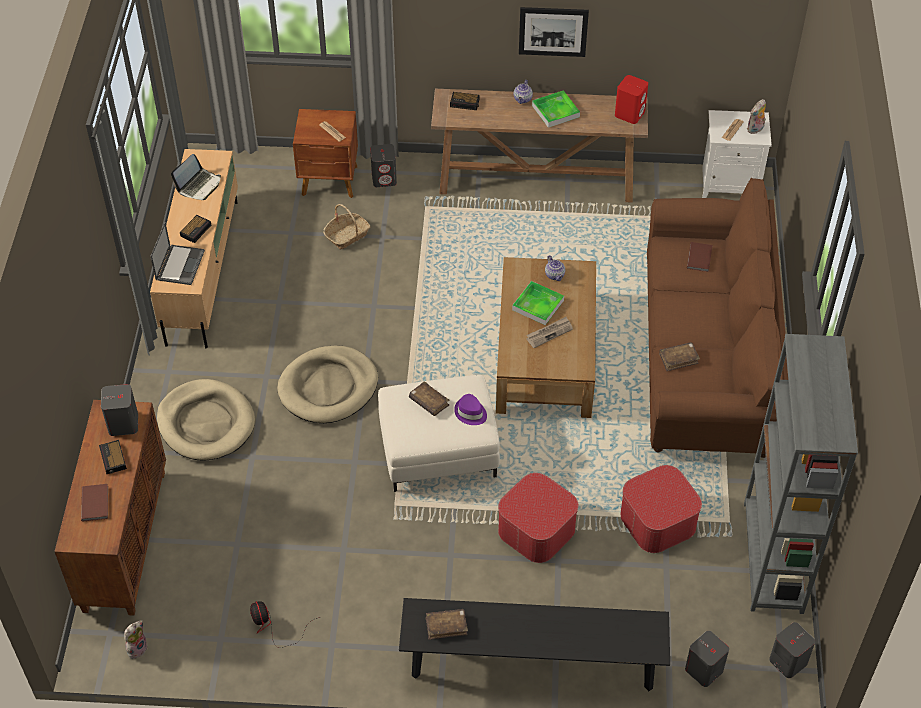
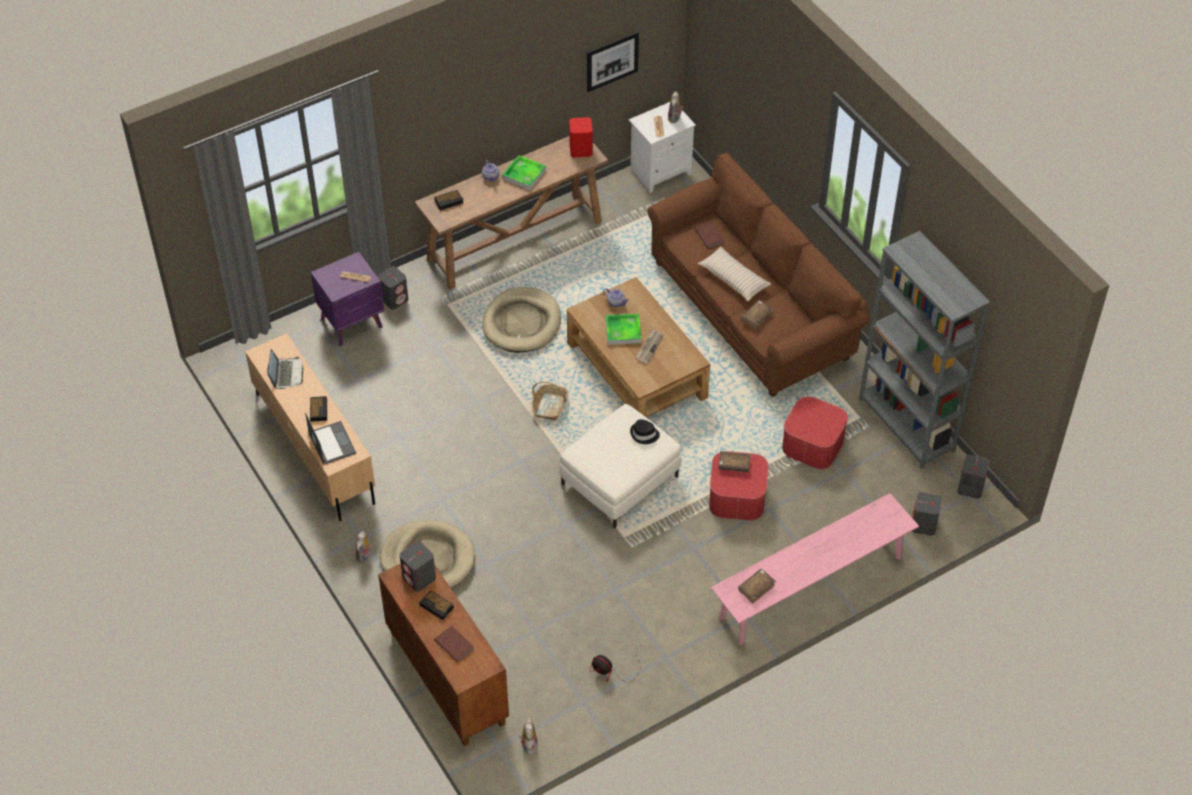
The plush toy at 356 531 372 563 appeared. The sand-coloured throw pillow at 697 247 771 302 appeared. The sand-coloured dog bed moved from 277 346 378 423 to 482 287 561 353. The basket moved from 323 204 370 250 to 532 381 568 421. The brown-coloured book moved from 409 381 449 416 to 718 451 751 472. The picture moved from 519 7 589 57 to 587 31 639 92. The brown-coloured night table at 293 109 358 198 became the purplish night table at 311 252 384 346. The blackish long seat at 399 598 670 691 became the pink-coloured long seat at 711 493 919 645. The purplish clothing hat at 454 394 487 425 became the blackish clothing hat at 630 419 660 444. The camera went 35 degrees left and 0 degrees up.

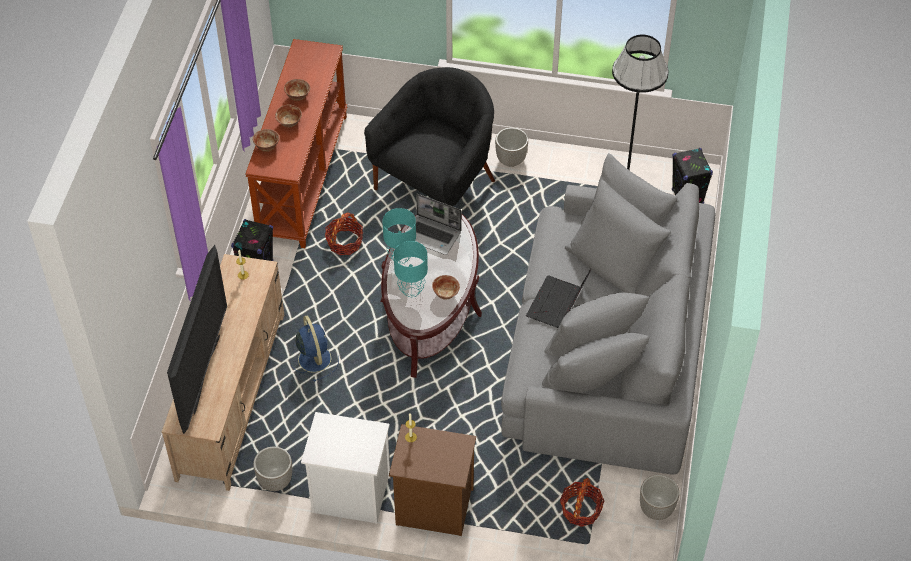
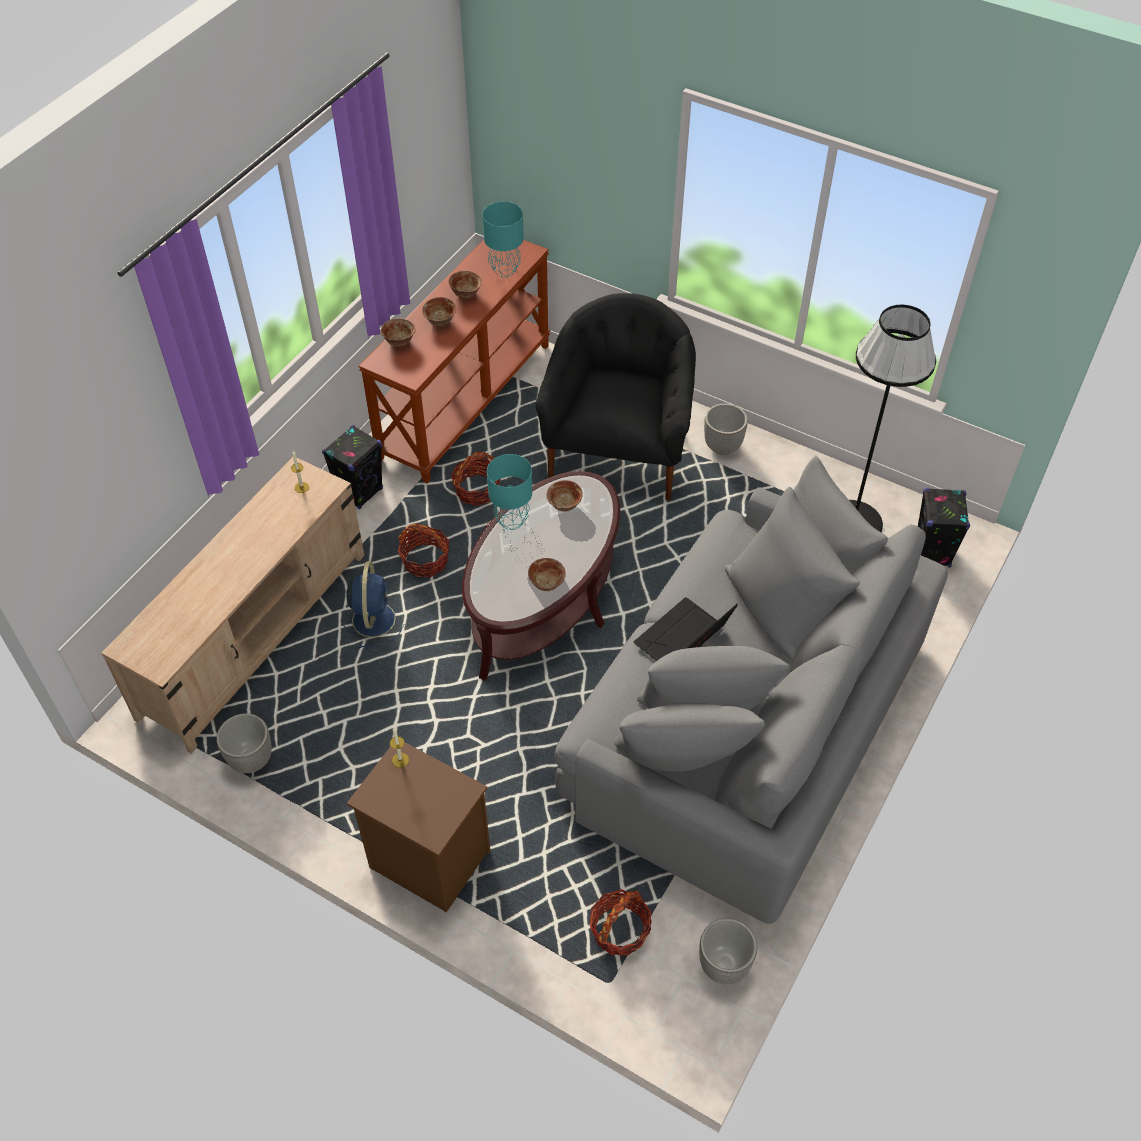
The TV at 167 245 227 434 disappeared. The white night table at 301 412 390 524 disappeared. The basket at 398 523 449 577 appeared. The turquoise-coloured lamp for a table moved from 394 241 428 297 to 482 202 524 277. The notebook computer at 406 194 462 255 was replaced by the serving bowl at 546 480 583 512. The blackish armchair at 364 67 495 206 turned 45 degrees counterclockwise. The camera went 20 degrees right and 0 degrees up.

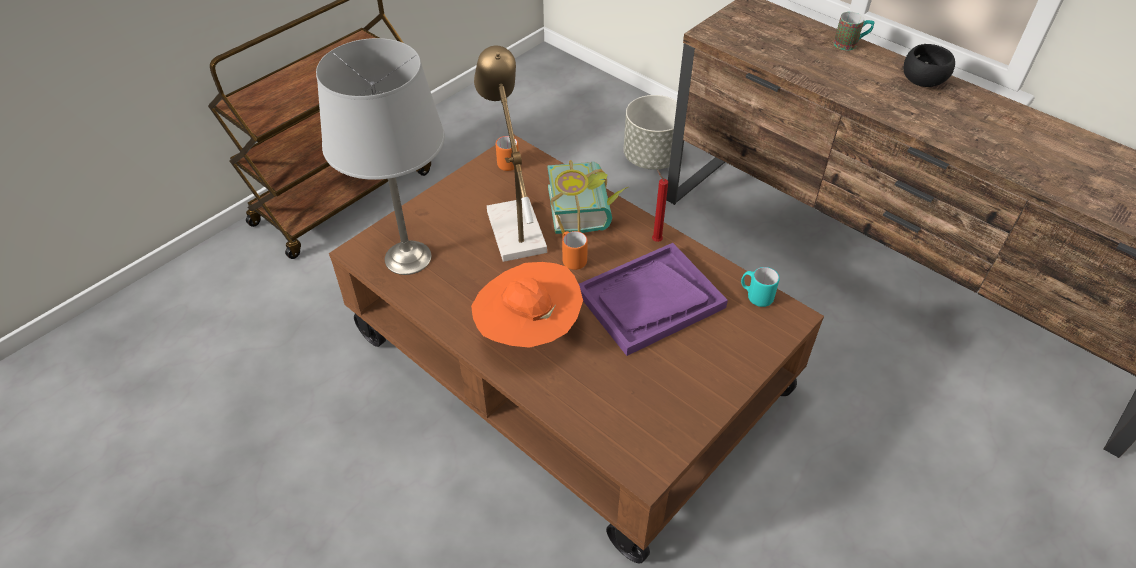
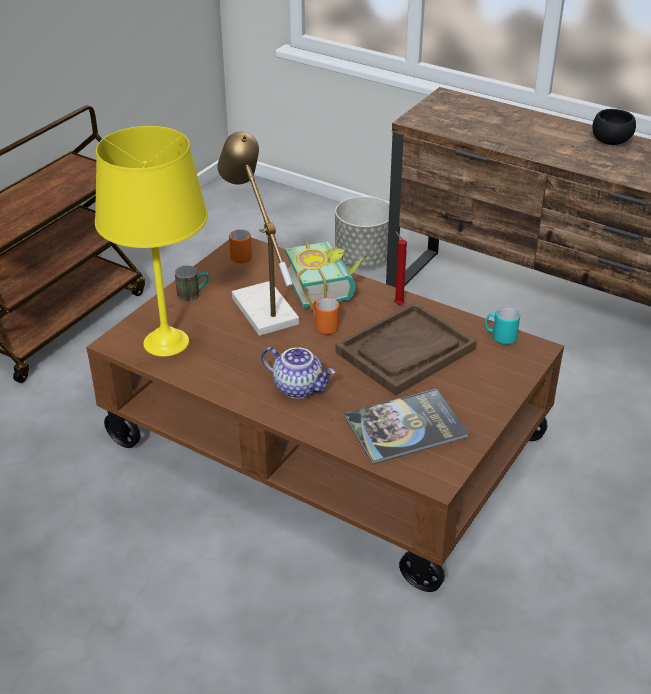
The book at 345 388 469 465 appeared. The coffee mug moved from 834 12 875 50 to 175 266 209 302. The orange clothing hat at 471 262 583 348 was replaced by the pot for tea at 261 347 335 398. The grey lamp for a table at 316 38 445 275 became the yellow lamp for a table at 95 126 208 357. The purplish carrying tray at 579 243 728 356 became the brown-coloured carrying tray at 335 302 477 396. The camera went 10 degrees left and 10 degrees down.

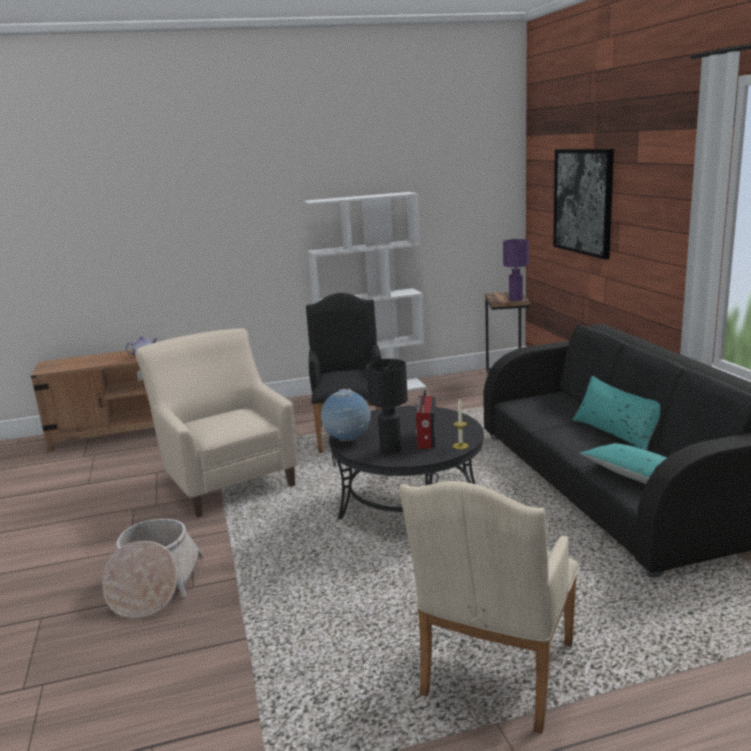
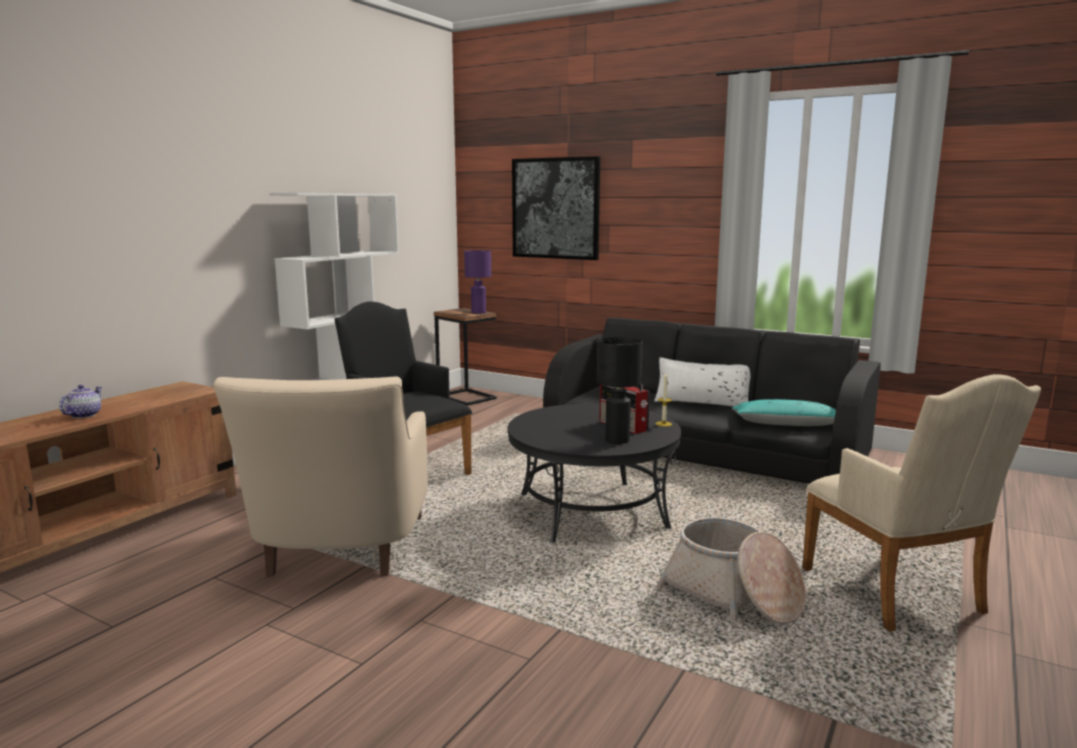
The world globe at 321 389 371 441 disappeared. The basket moved from 102 519 204 619 to 657 517 807 624. The turquoise-coloured throw pillow at 573 376 660 450 became the white throw pillow at 654 357 751 407. The sand-coloured armchair at 135 328 299 518 turned 105 degrees counterclockwise. The camera went 45 degrees left and 5 degrees down.

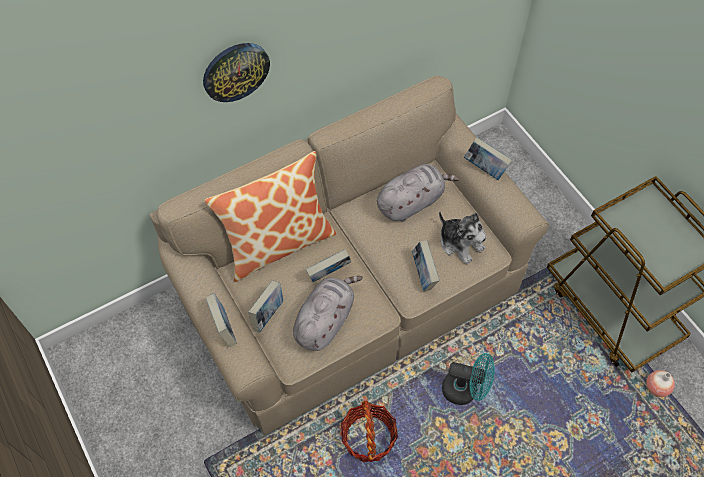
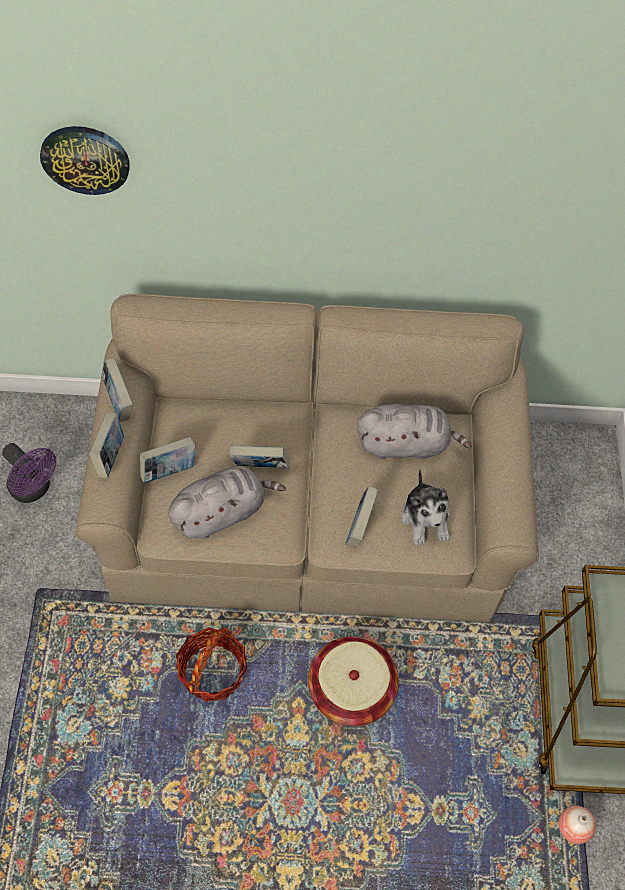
The throw pillow at 205 151 336 282 disappeared. The purplish electric fan at 2 443 56 503 appeared. The clock on the wall moved from 203 43 270 102 to 40 126 130 195. The book moved from 464 137 512 180 to 102 358 133 422. The turquoise-coloured electric fan at 442 353 495 405 was replaced by the basket at 308 636 399 726. The camera went 30 degrees right and 0 degrees up.

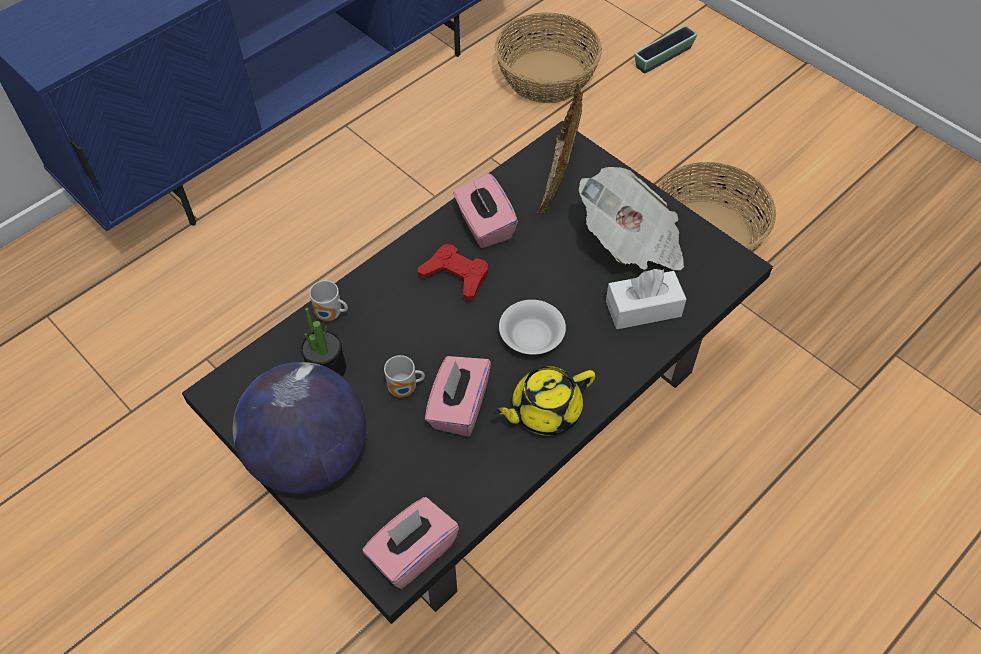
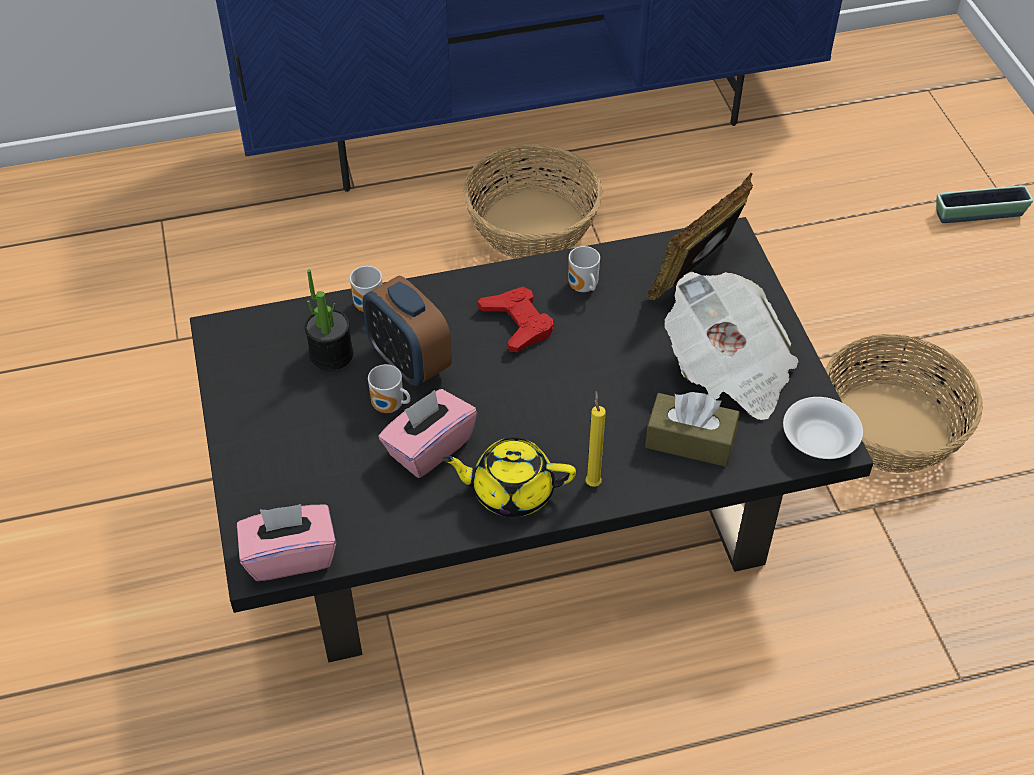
The world globe at 233 362 366 494 disappeared. The table clock at 362 275 452 386 appeared. The yellow wax candle at 585 391 606 487 appeared. The basket moved from 494 12 602 103 to 463 144 602 259. The white serving bowl moved from 499 300 566 355 to 783 397 863 459. The pink-coloured tissue holder at 453 173 518 248 was replaced by the coffee mug at 568 246 600 292. The white tissue holder at 606 269 686 329 became the brown-coloured tissue holder at 645 392 740 467. The camera went 30 degrees right and 5 degrees down.

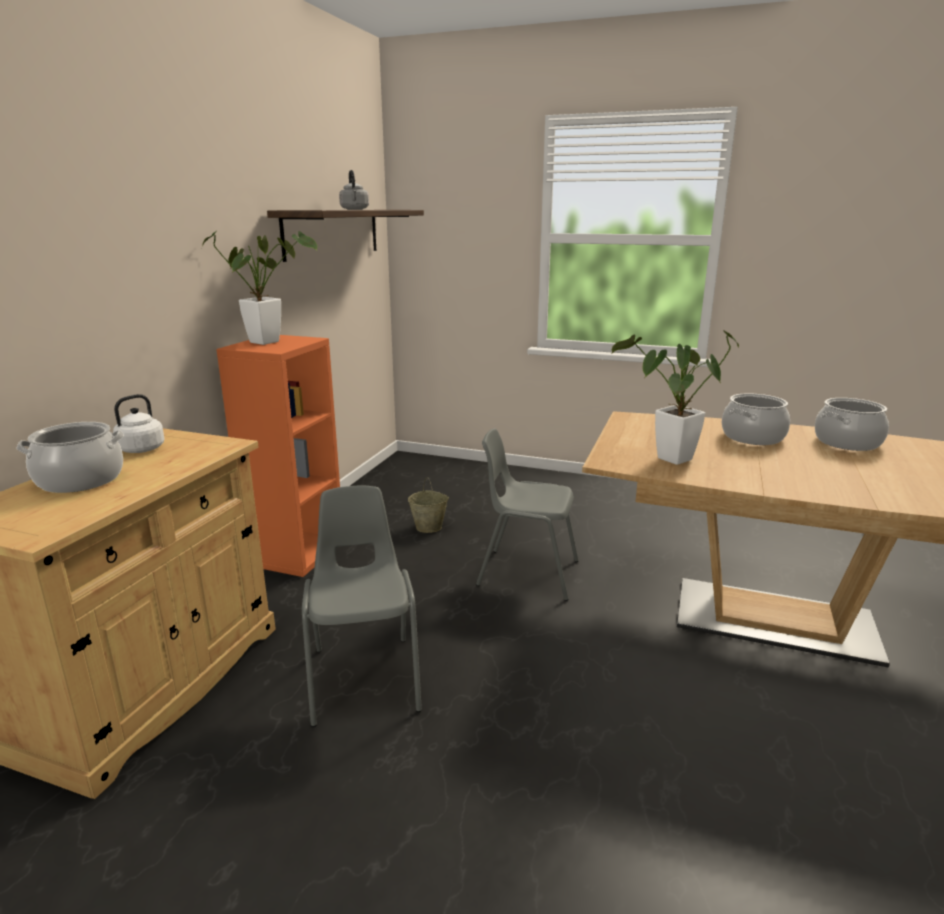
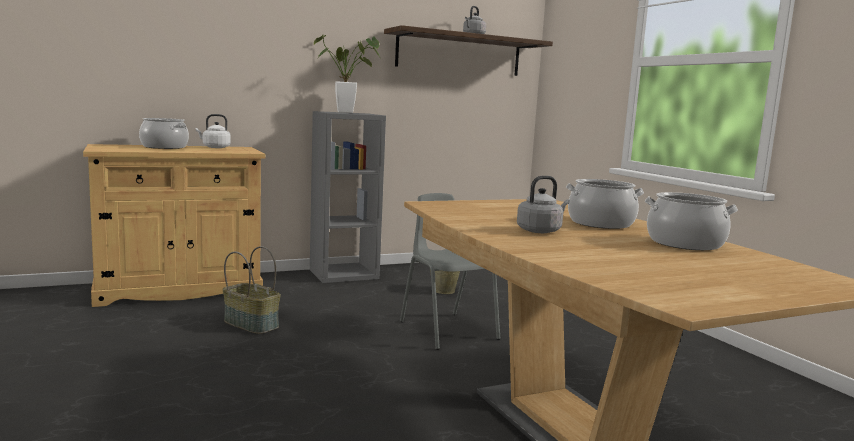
The potted plant at 612 330 739 465 disappeared. The grey water kettle at 517 176 570 233 appeared. The grey chair at 302 486 422 727 was replaced by the basket at 223 246 281 334. The orange bookshelf at 216 335 340 577 became the grey bookshelf at 310 111 386 283. The camera went 45 degrees right and 10 degrees down.

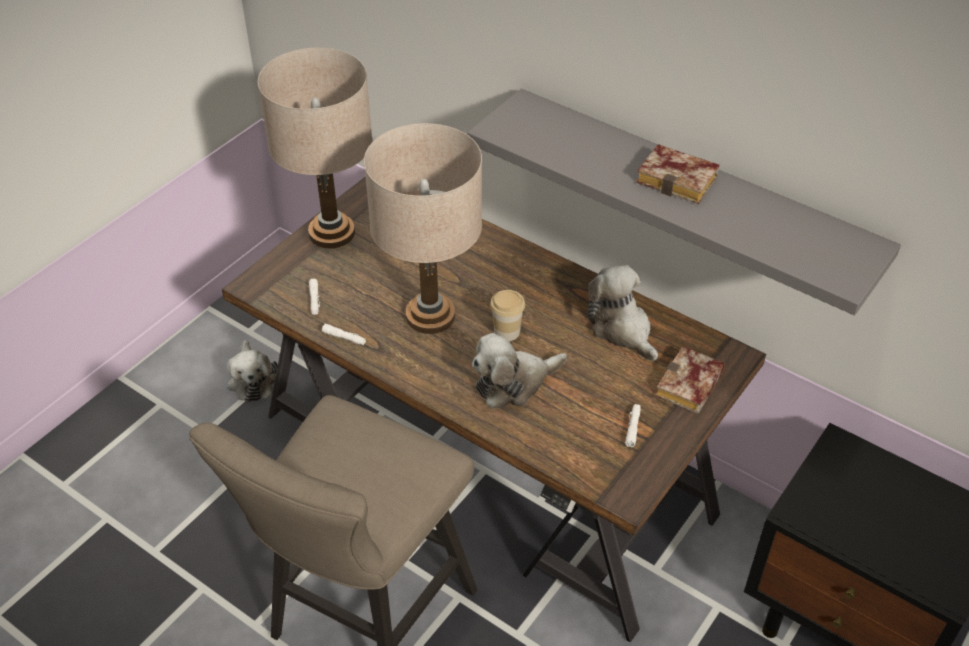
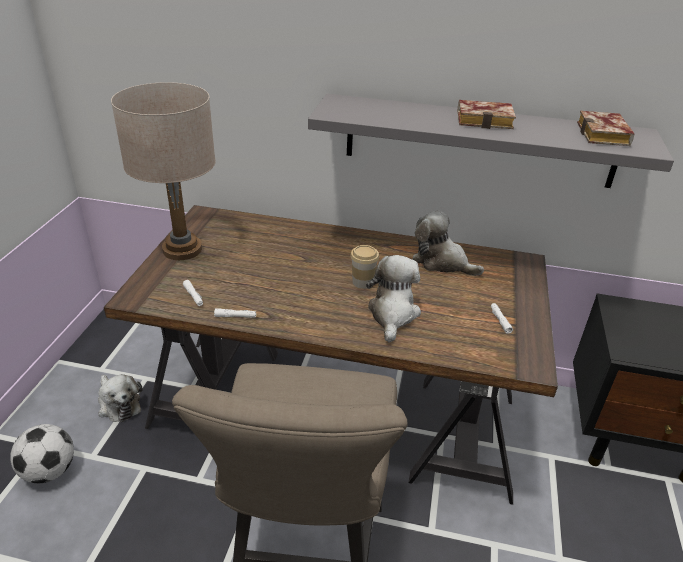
The sand-coloured lamp for a table at 364 123 482 334 disappeared. The ball for football at 10 424 74 483 appeared. The book moved from 656 346 725 414 to 577 111 635 146. The plush toy at 472 333 567 409 turned 150 degrees clockwise. The camera went 25 degrees left and 10 degrees down.

